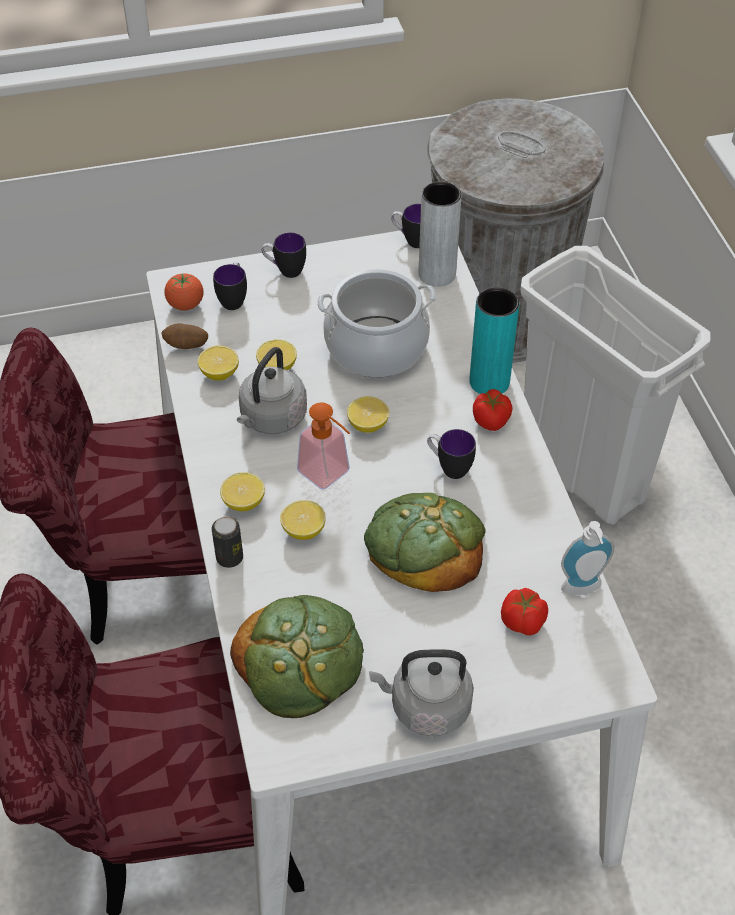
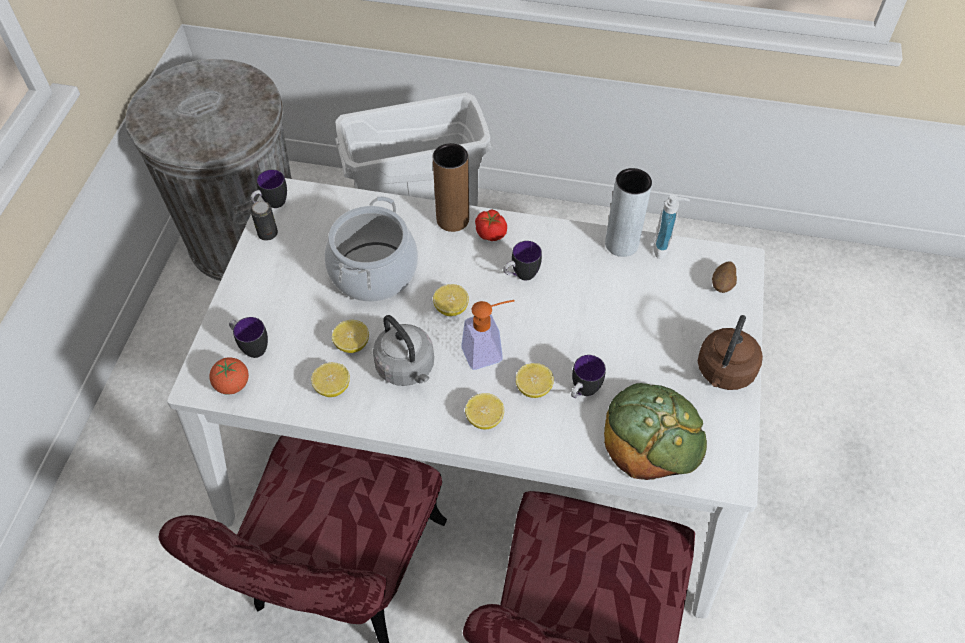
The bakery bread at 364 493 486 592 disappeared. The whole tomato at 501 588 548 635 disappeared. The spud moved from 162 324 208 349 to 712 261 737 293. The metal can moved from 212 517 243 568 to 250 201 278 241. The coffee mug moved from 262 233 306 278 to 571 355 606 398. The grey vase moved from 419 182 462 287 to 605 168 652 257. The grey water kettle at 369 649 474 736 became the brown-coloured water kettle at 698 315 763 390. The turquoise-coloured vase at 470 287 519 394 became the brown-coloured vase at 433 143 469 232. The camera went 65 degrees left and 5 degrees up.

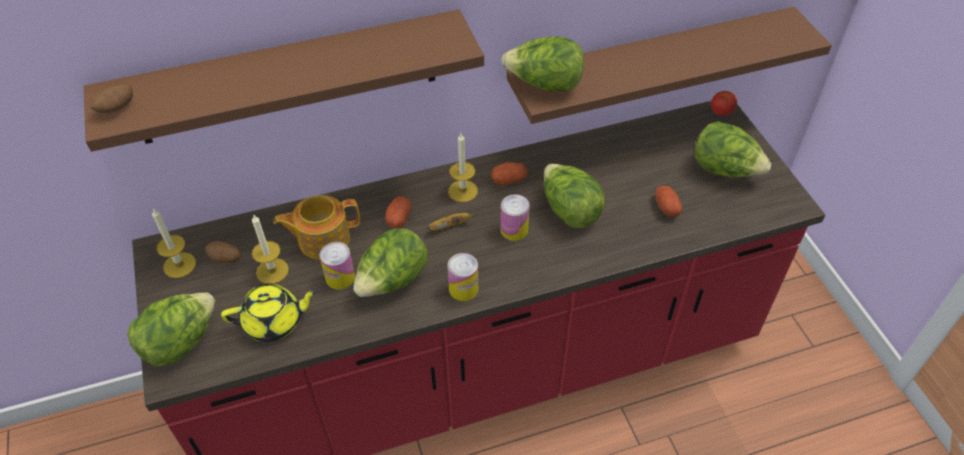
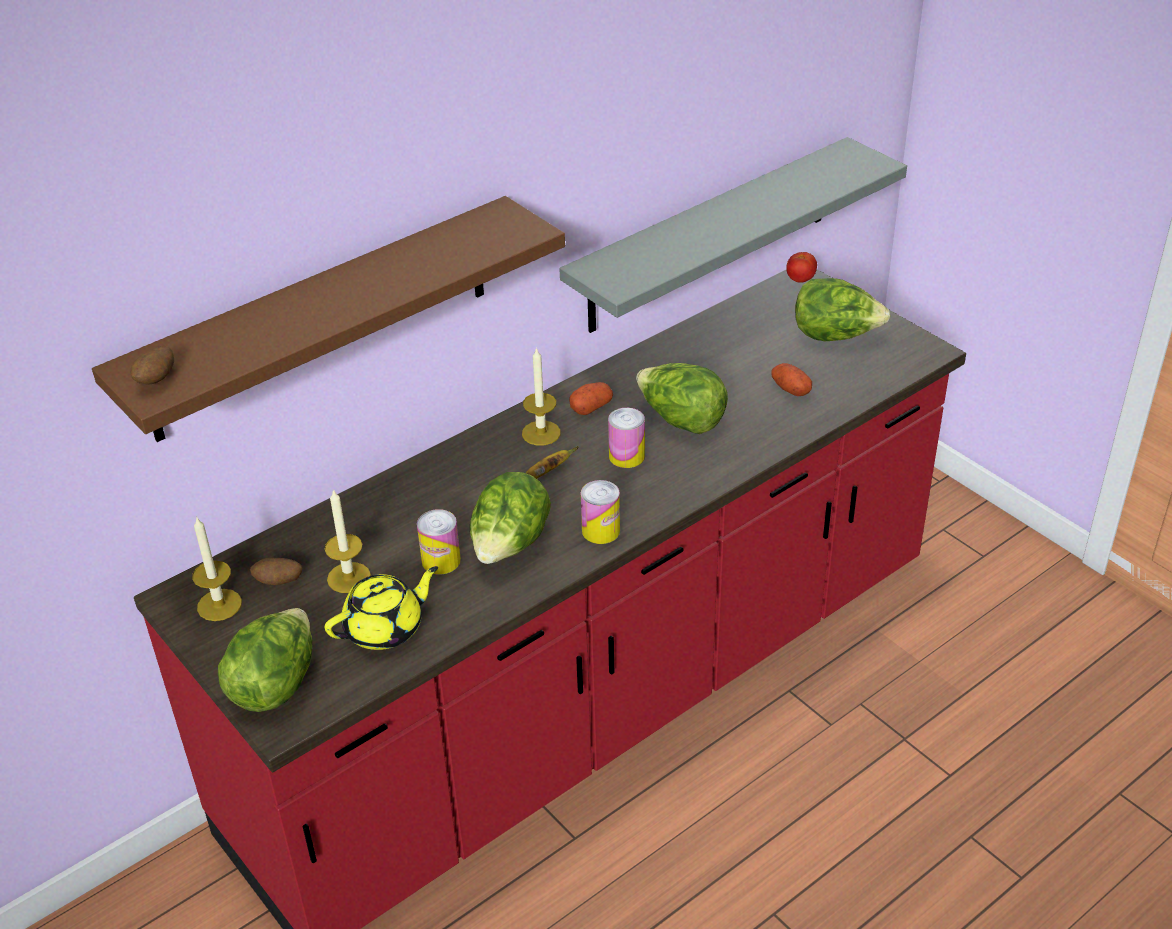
The pot for tea at 274 195 360 260 disappeared. The spud at 385 196 411 228 disappeared. The head of lettuce at 501 36 584 91 disappeared. The brown-coloured shelf at 507 7 832 124 became the grey shelf at 559 137 907 333. The camera went 20 degrees left and 10 degrees down.

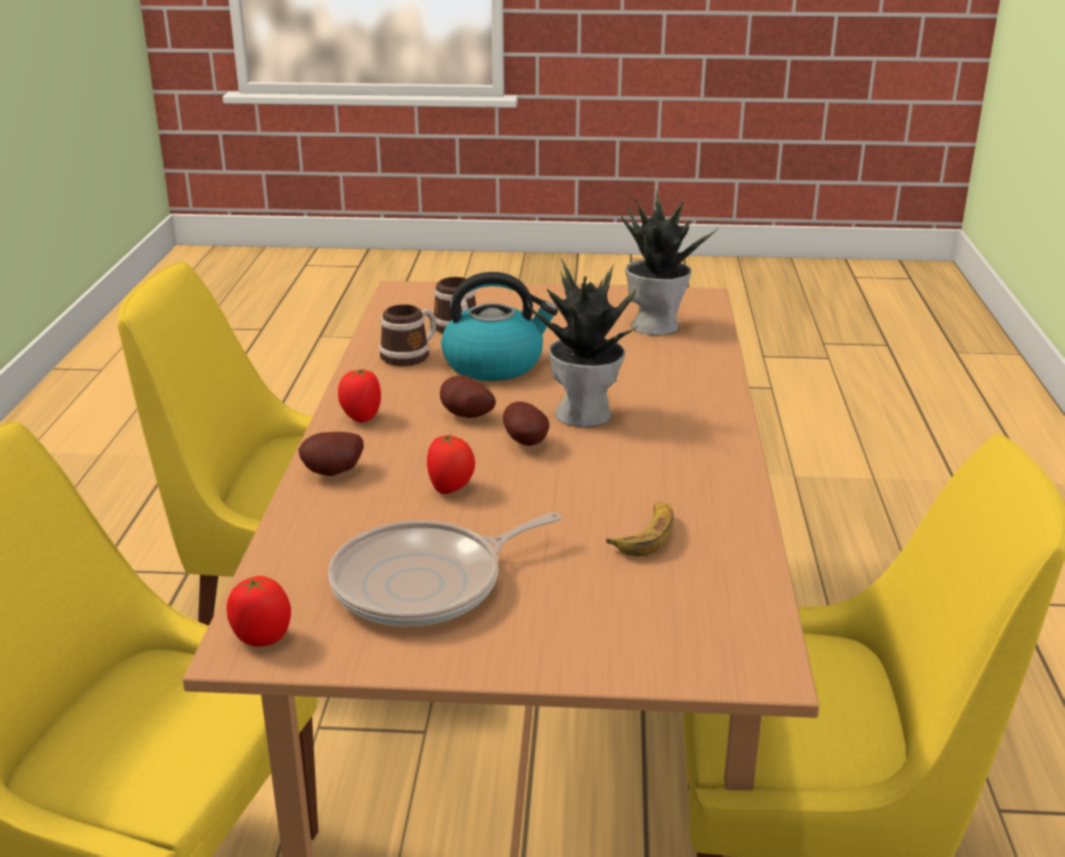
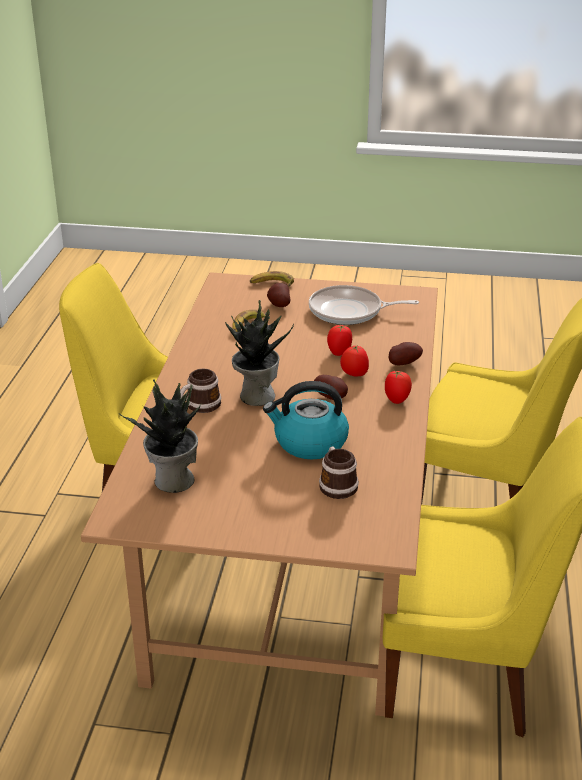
The banana fruit at 250 271 294 287 appeared. The whole tomato moved from 226 576 291 647 to 340 345 369 376. The coffee mug moved from 379 304 436 366 to 180 369 221 413. The spud moved from 503 402 549 446 to 267 283 290 307. The pan at 328 512 562 626 turned 150 degrees counterclockwise. The camera went 175 degrees left and 5 degrees up.

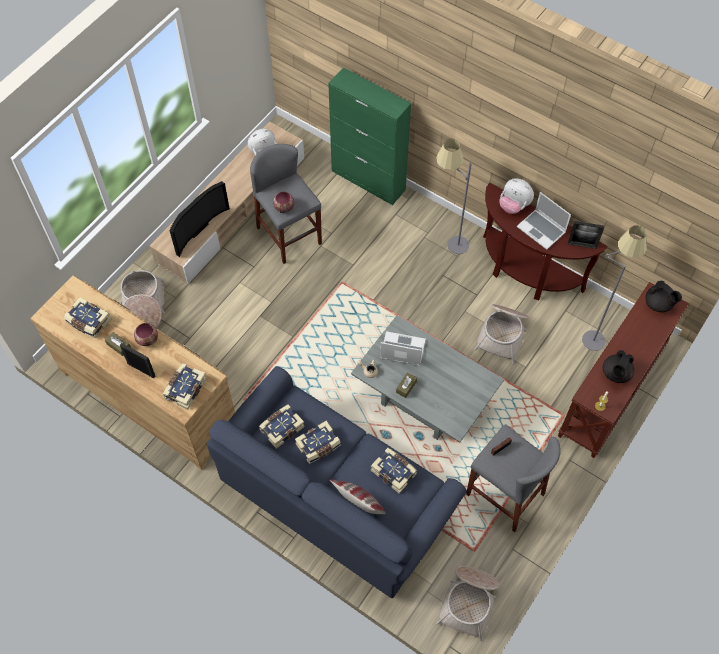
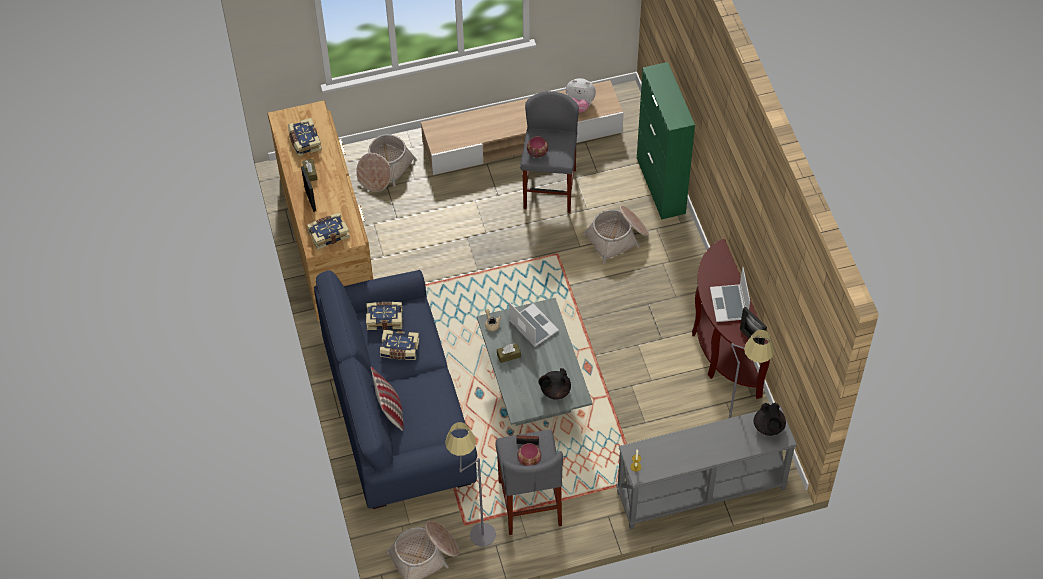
The TV at 169 181 230 257 disappeared. The book at 371 448 417 494 disappeared. The plush toy at 500 179 534 214 disappeared. The serving bowl moved from 134 323 158 346 to 517 443 541 466. The grey standing lamp moved from 436 139 472 254 to 445 422 496 547. The basket moved from 474 304 529 363 to 583 206 649 264. The blackish pot for tea moved from 603 350 635 383 to 539 368 571 400. The brown-coloured console table at 558 282 689 458 became the grey console table at 616 406 797 529. The camera went 40 degrees right and 5 degrees down.

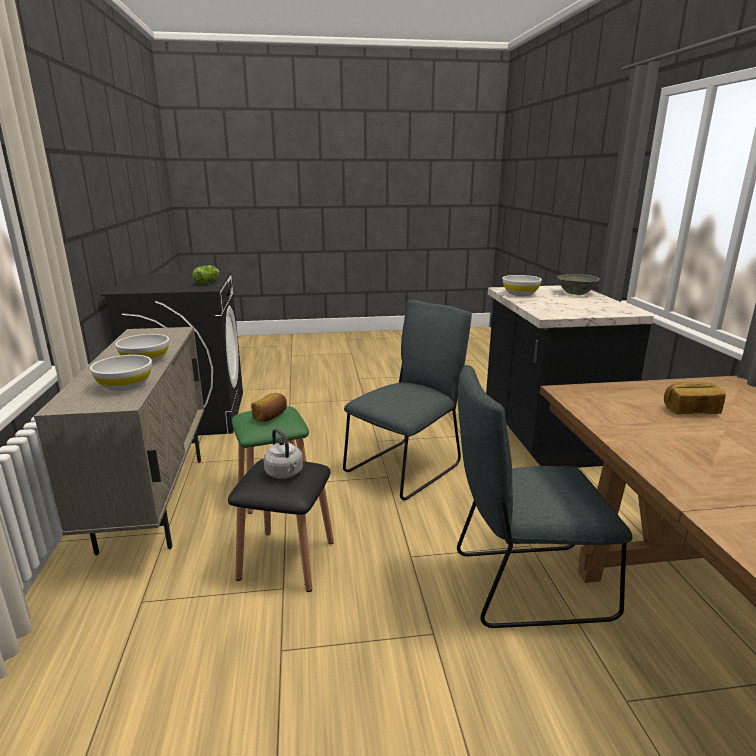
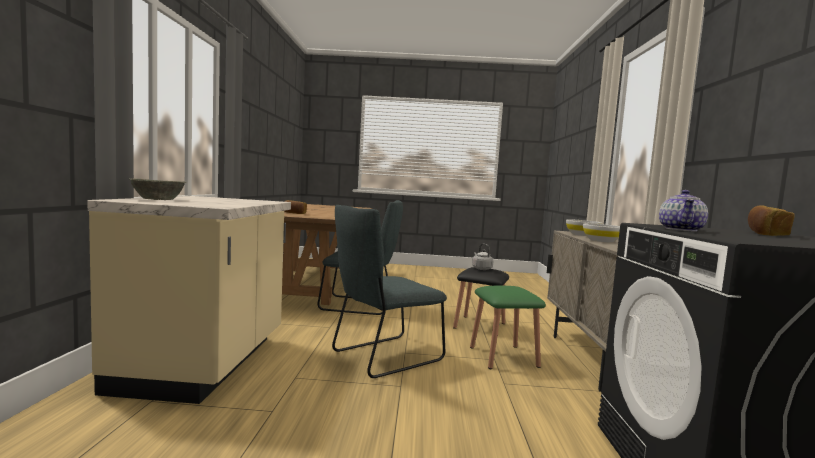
The white serving bowl at 503 275 542 296 disappeared. The bakery bread moved from 251 393 287 422 to 748 205 795 236. The head of lettuce at 192 265 219 285 was replaced by the pot for tea at 659 190 708 231. The blackish kitchen base unit at 486 285 654 468 became the sand-coloured kitchen base unit at 87 196 291 404. The camera went 170 degrees left and 15 degrees down.

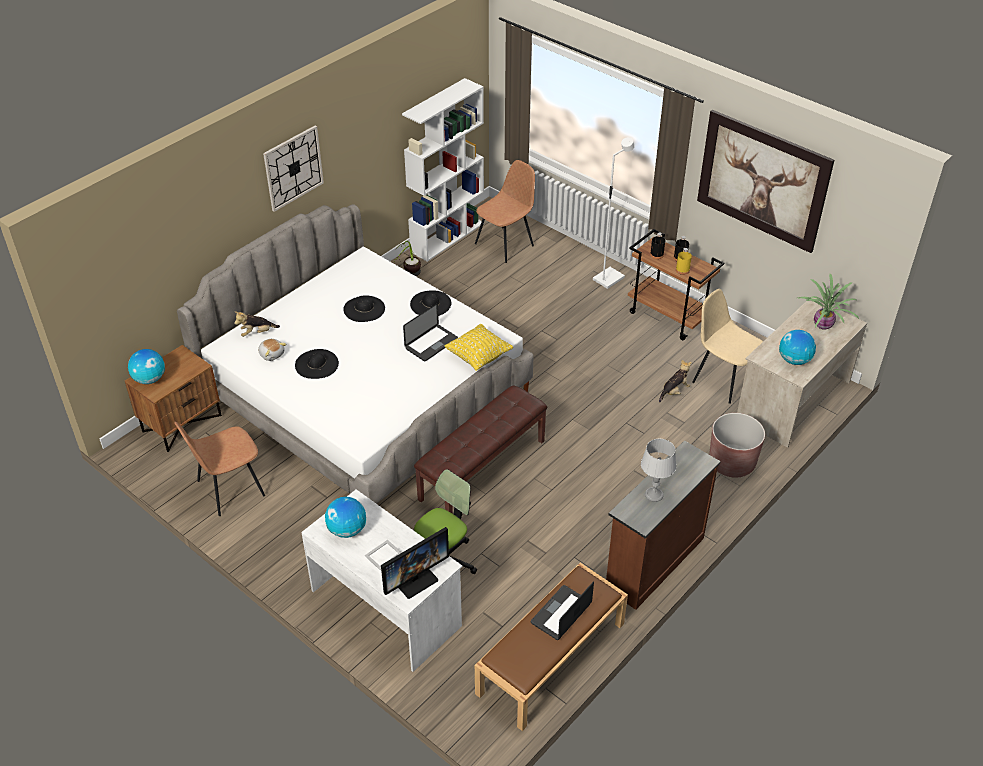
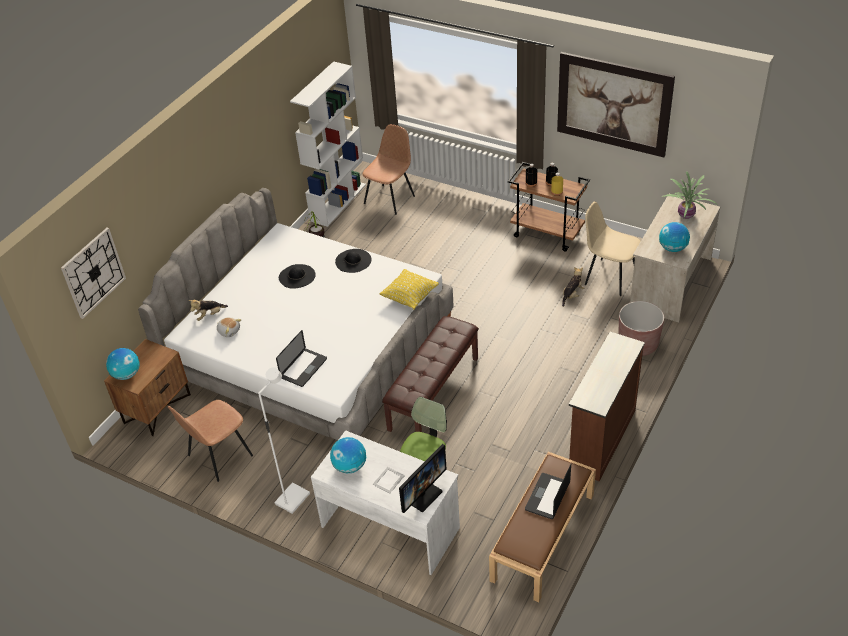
The blackish clothing hat at 295 349 339 379 disappeared. The grey lamp for a table at 641 439 676 502 disappeared. The clock on the wall moved from 263 125 324 212 to 61 228 126 319. The notebook computer moved from 403 303 458 361 to 276 330 327 387. The white standing lamp moved from 593 137 634 289 to 258 367 310 514. The camera went 10 degrees left and 0 degrees up.

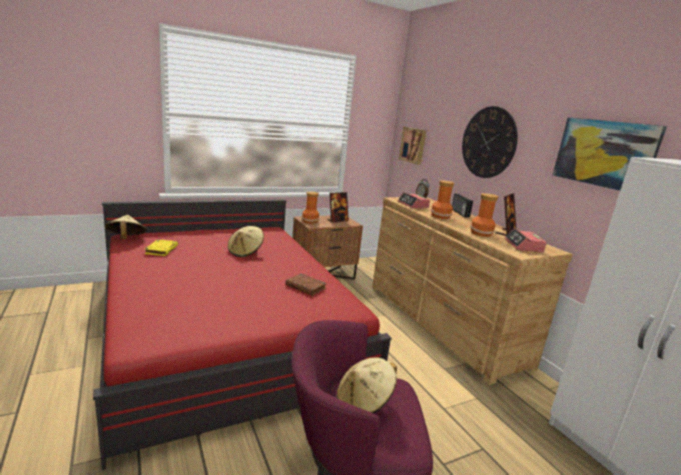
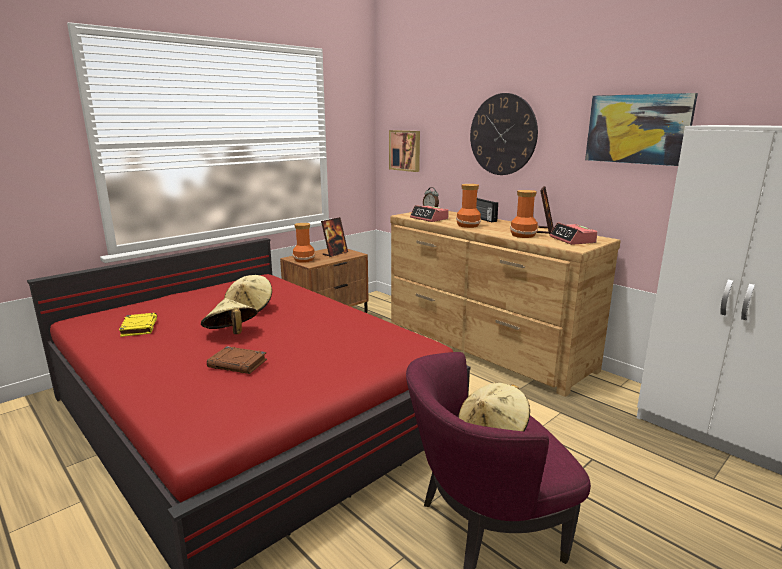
The sand-coloured clothing hat moved from 105 215 147 240 to 201 298 258 334. The brown-coloured book moved from 286 273 327 296 to 207 346 267 374. The camera went 15 degrees left and 0 degrees up.

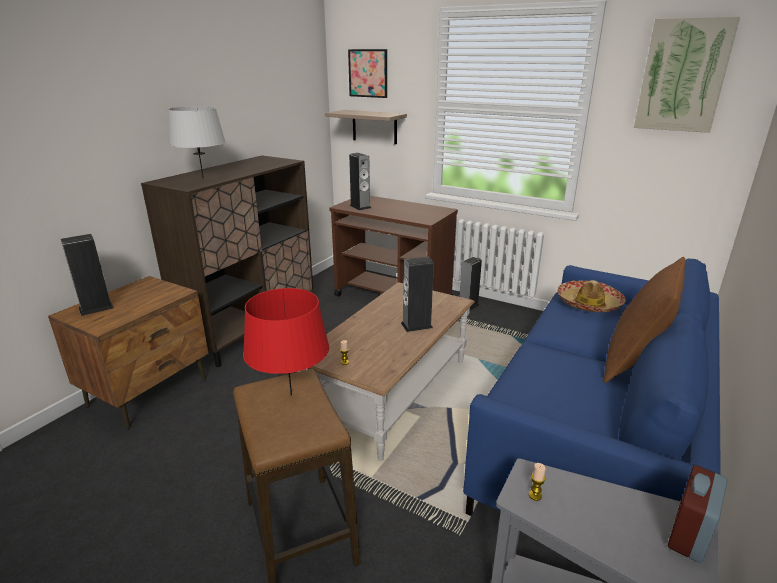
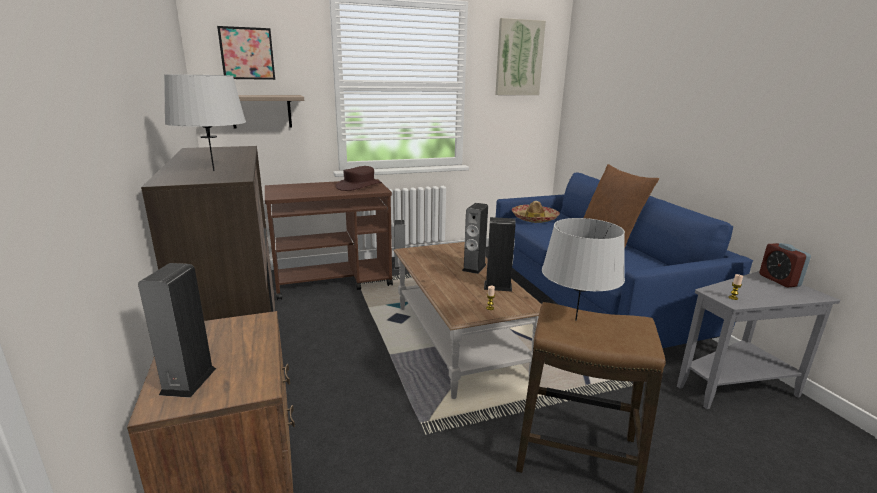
The brown-coloured clothing hat at 336 166 382 191 appeared. The loudspeaker moved from 349 153 371 210 to 484 217 516 292. The reddish lamp for a table at 243 288 329 396 became the grey lamp for a table at 542 218 625 321. The camera went 50 degrees left and 5 degrees down.

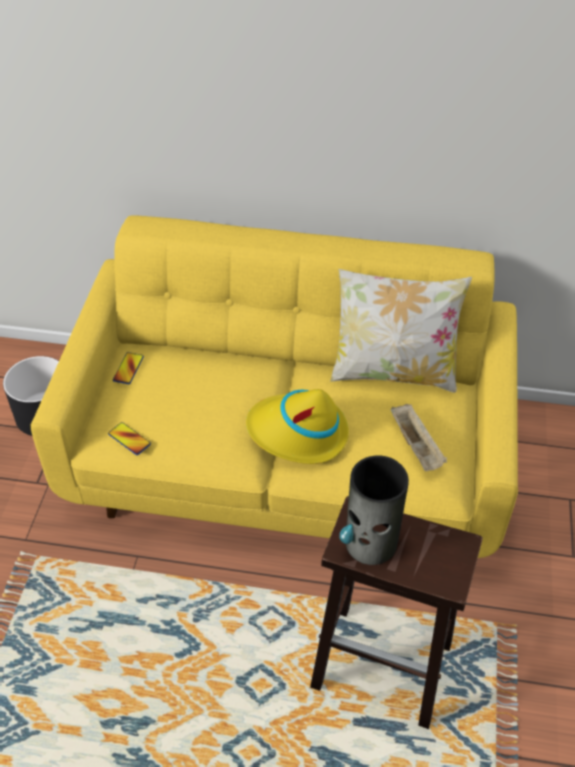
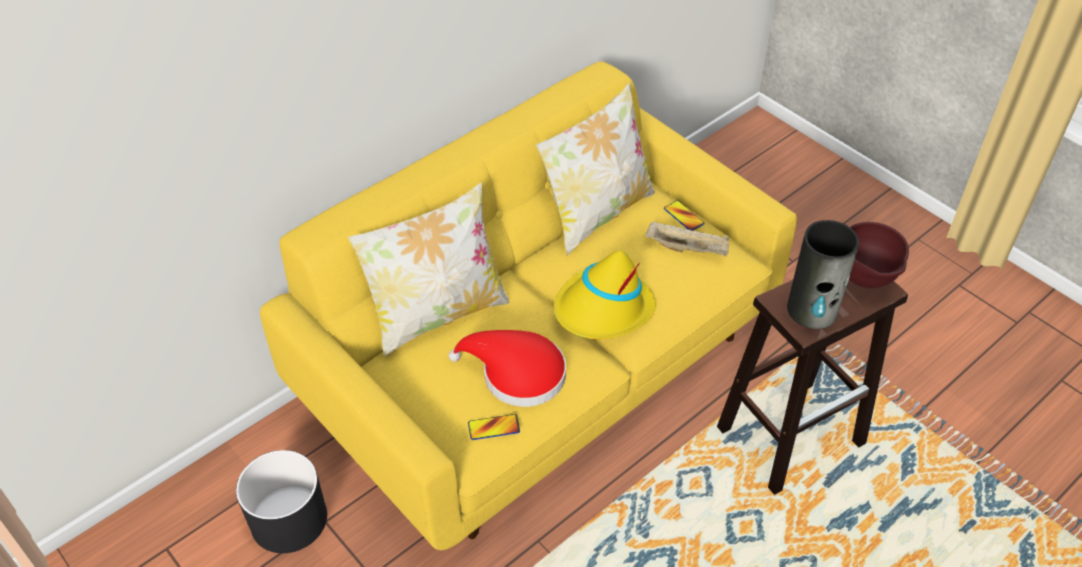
The throw pillow at 348 183 509 357 appeared. The reddish clothing hat at 449 330 566 407 appeared. The brown-coloured serving bowl at 849 222 909 288 appeared. The phone moved from 113 352 144 384 to 664 200 704 231. The camera went 50 degrees left and 0 degrees up.

